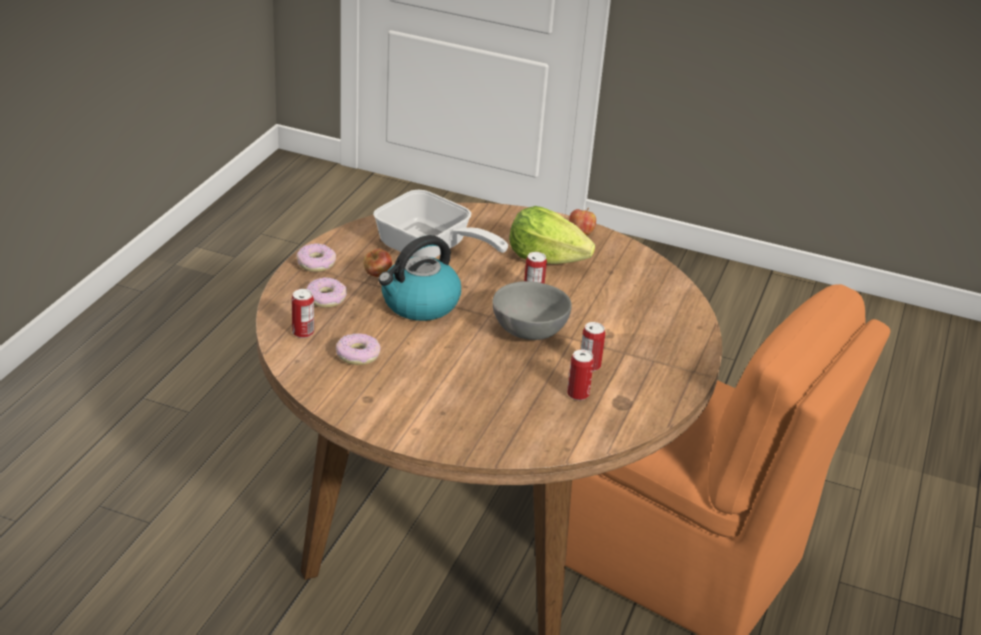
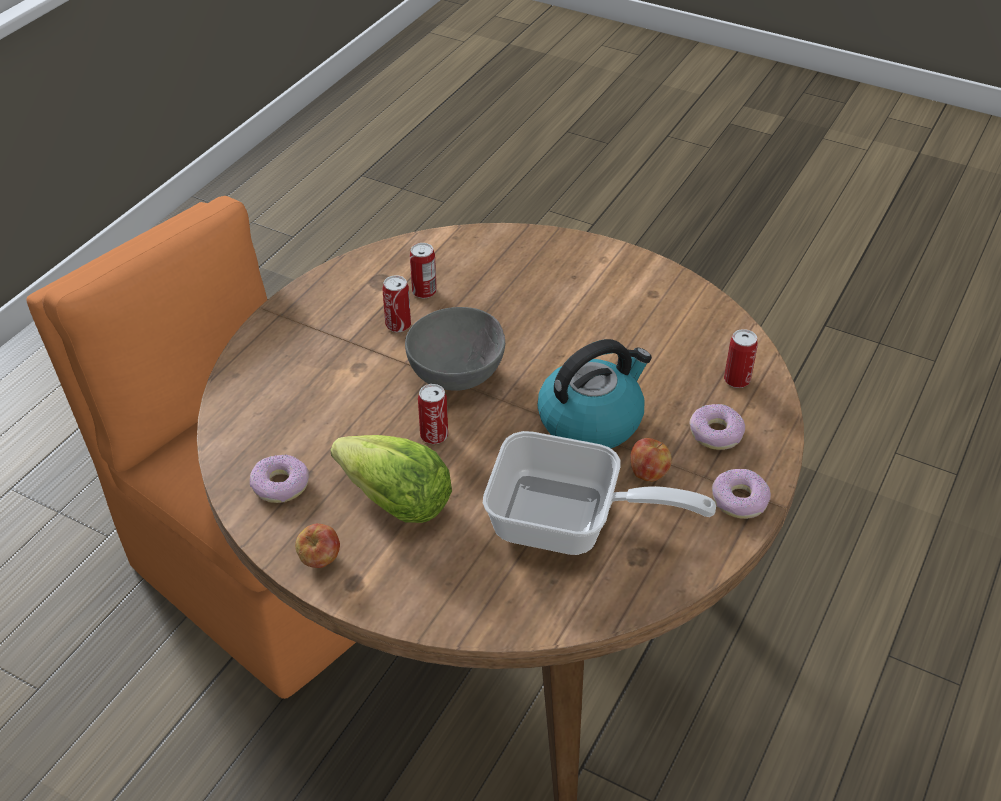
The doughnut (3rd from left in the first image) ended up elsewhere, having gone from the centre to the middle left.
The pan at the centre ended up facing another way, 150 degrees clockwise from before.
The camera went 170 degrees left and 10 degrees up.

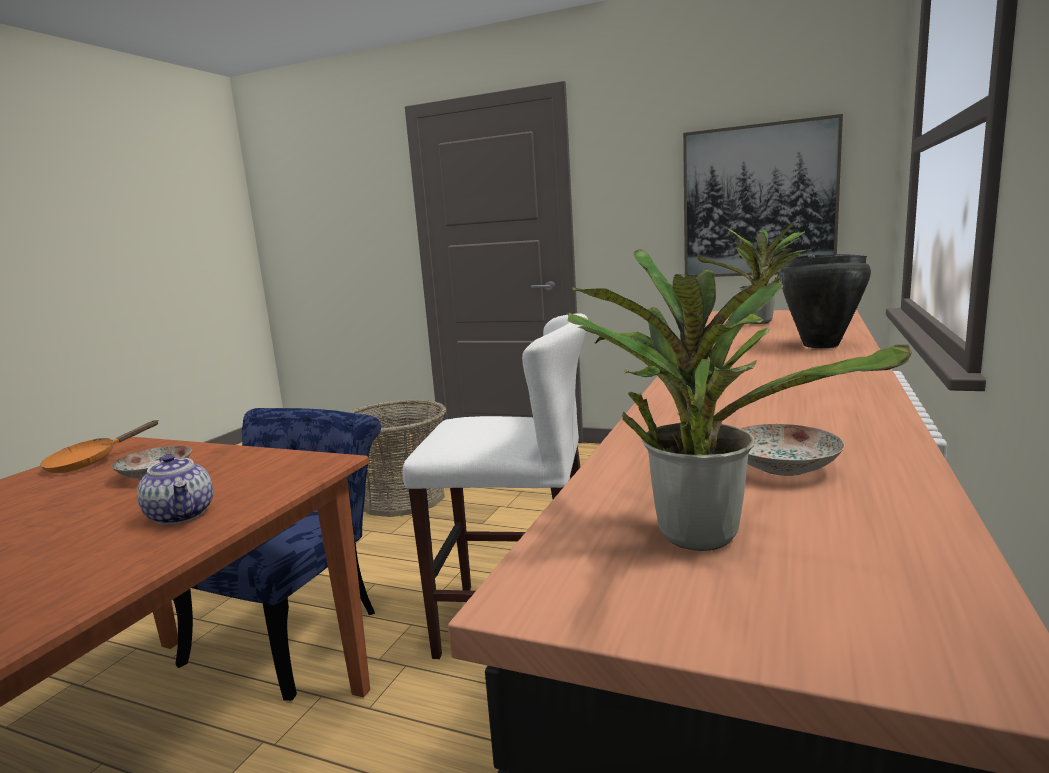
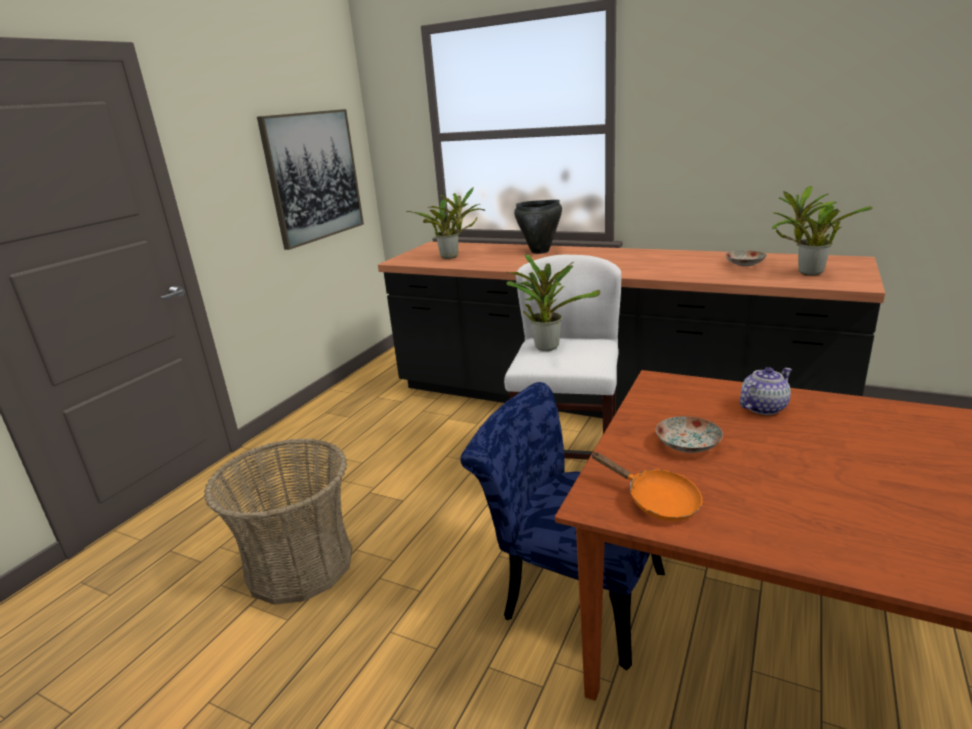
The second view gained the potted plant (2nd from left) at the centre.
The camera went 85 degrees left and 10 degrees up.

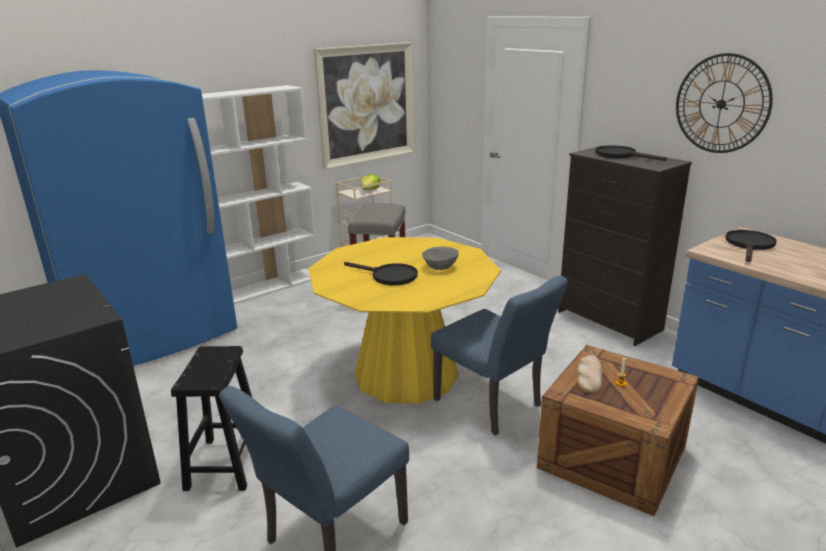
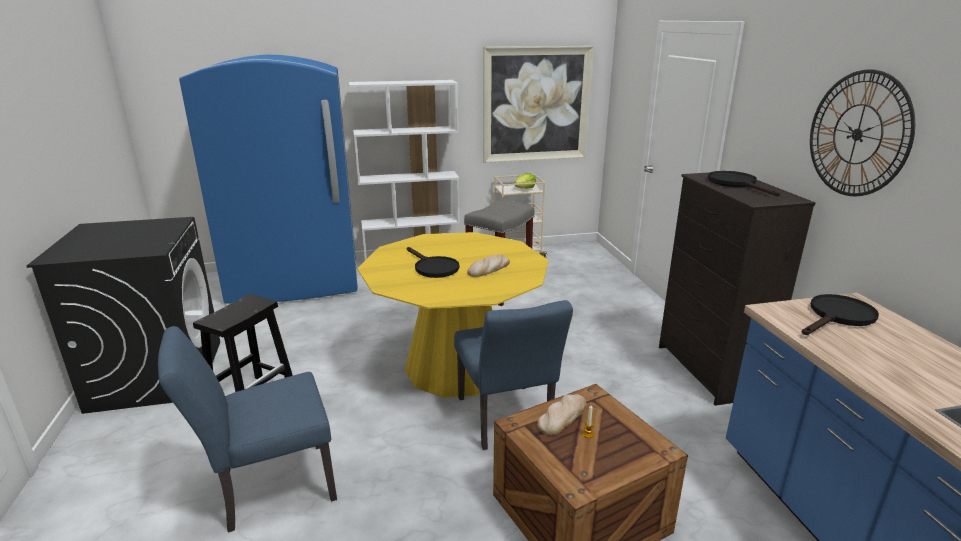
Where the bowl/gray stood at the centre, the baked bread (1st from left) came to stand at the centre.
The camera went 25 degrees right and 0 degrees up.

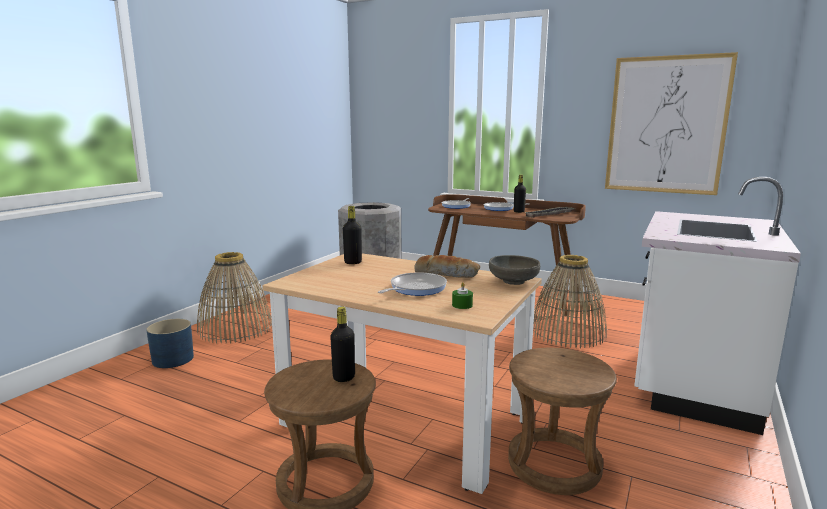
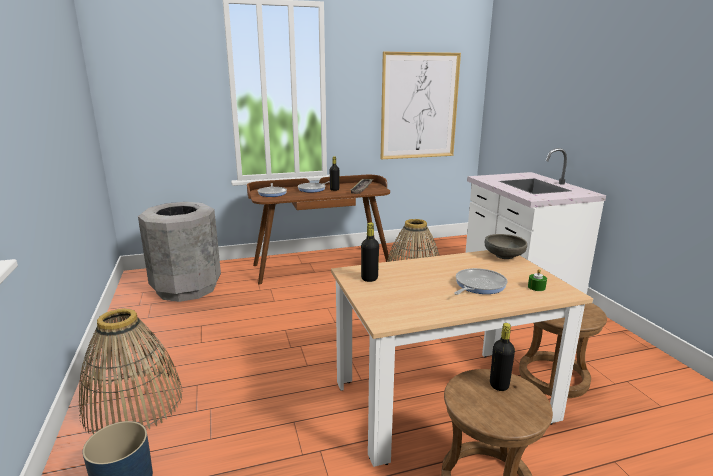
The pan (1st from left in the first image) at the centre ended up facing another way, 45 degrees clockwise from before.
The second view lost the baked bread at the centre.
The camera went 45 degrees left and 5 degrees up.

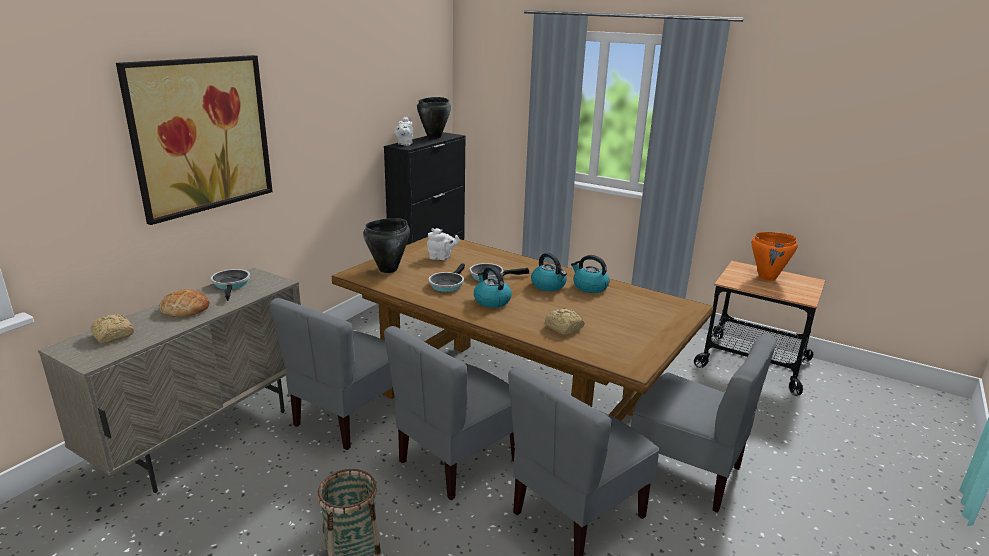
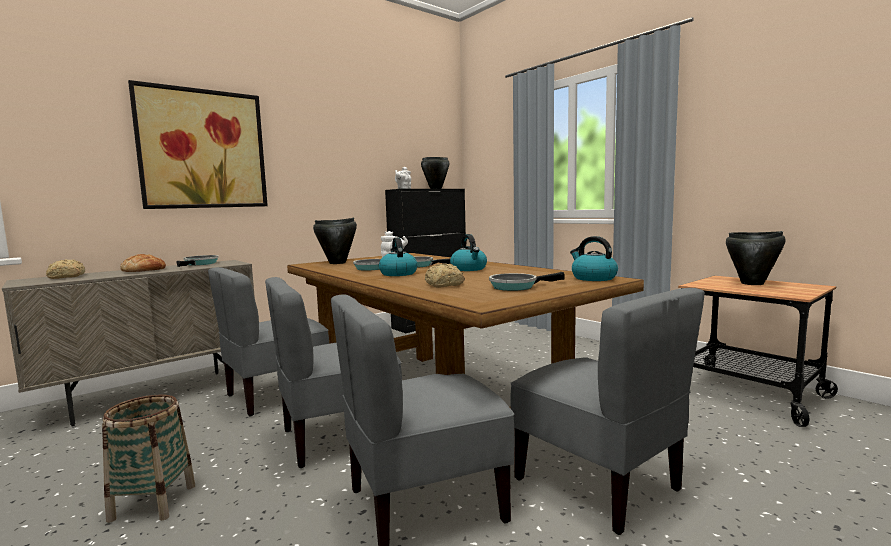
The second view gained the pan (4th from left) at the centre.
The water kettle (3rd from left) ended up elsewhere, having gone from the centre to the middle right.
What was the stockpot/orangey at the middle right turned into the stockpot/black (3rd from left) at the middle right.
The camera went 20 degrees right and 15 degrees down.

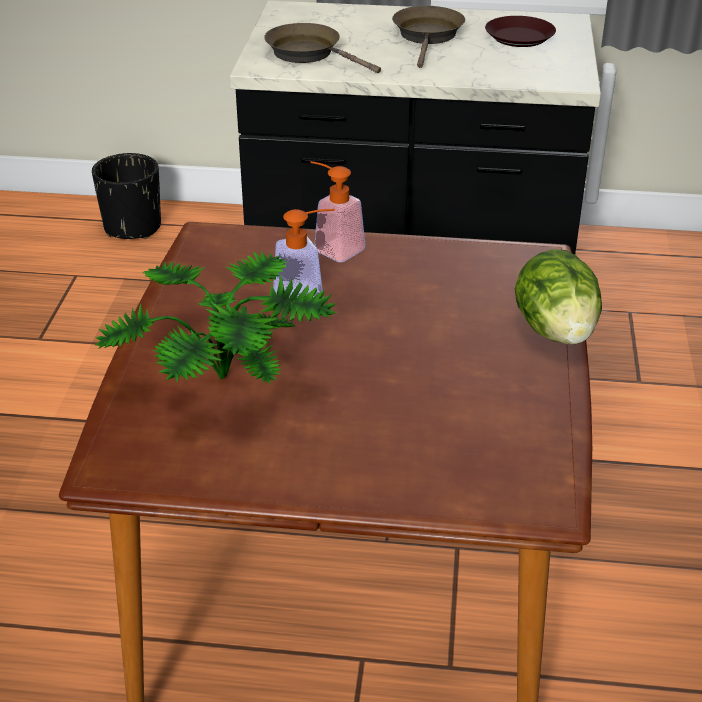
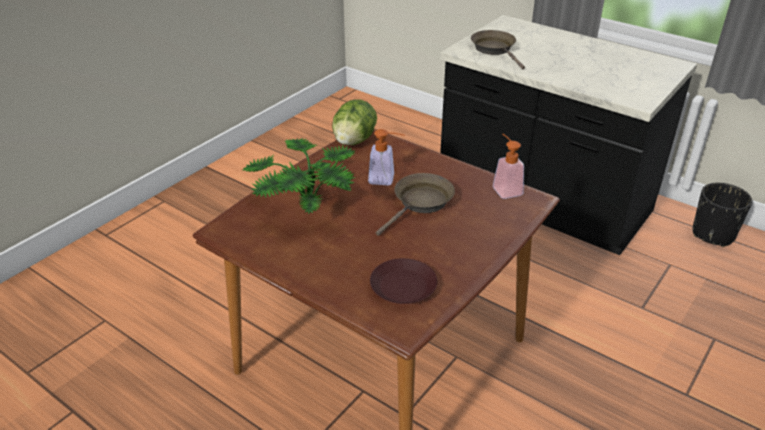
The lettuce ended up elsewhere, having gone from the middle right to the top centre.
The dinner plate/brown ended up elsewhere, having gone from the top right to the centre.
The pan/brown (2nd from left in the first image) ended up elsewhere, having gone from the top centre to the centre.
The soap bottle (2nd from left) ended up elsewhere, having gone from the top centre to the centre.
The planter/black ended up elsewhere, having gone from the top left to the middle right.
The camera went 30 degrees right and 0 degrees up.

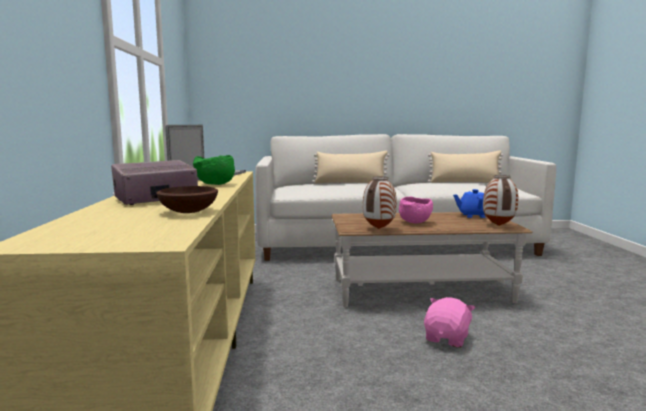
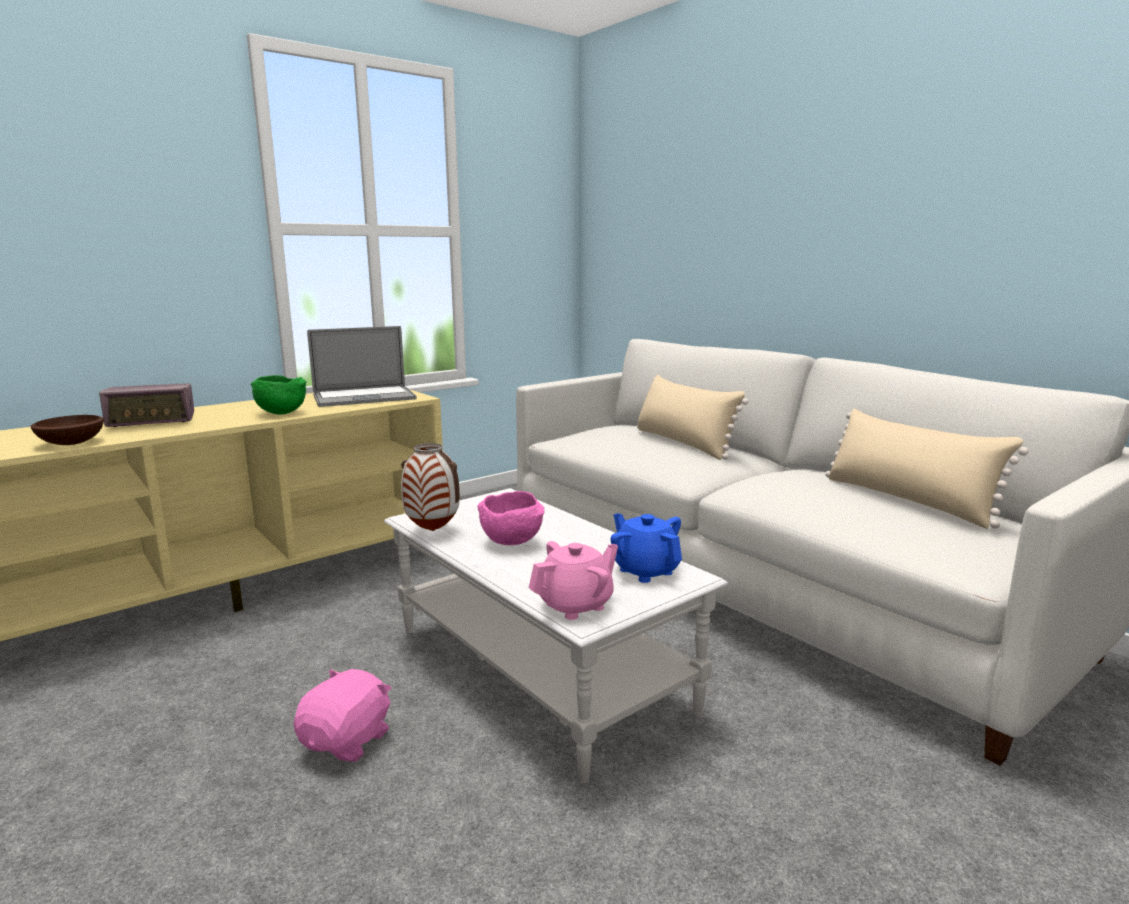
The radio at the middle left ended up facing another way, 135 degrees clockwise from before.
The soft toy/pink-coloured at the bottom right ended up facing another way, 60 degrees counterclockwise from before.
What was the coffee table/brown at the middle right turned into the coffee table/whitish at the bottom centre.
Where the flower vase (2nd from left) stood at the middle right, the pot for tea/pink-coloured came to stand at the centre.
The camera went 55 degrees right and 5 degrees up.

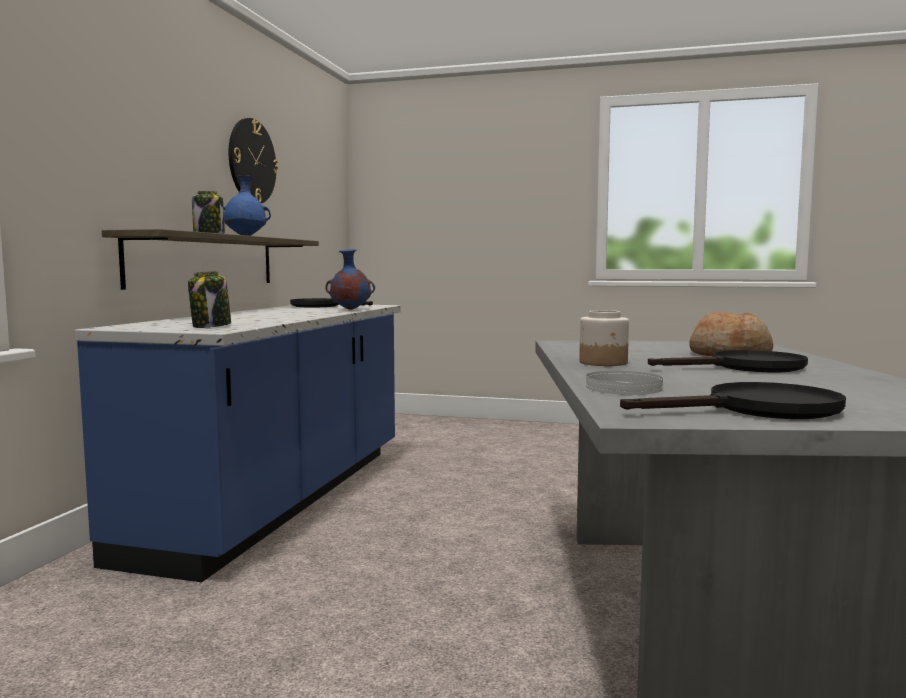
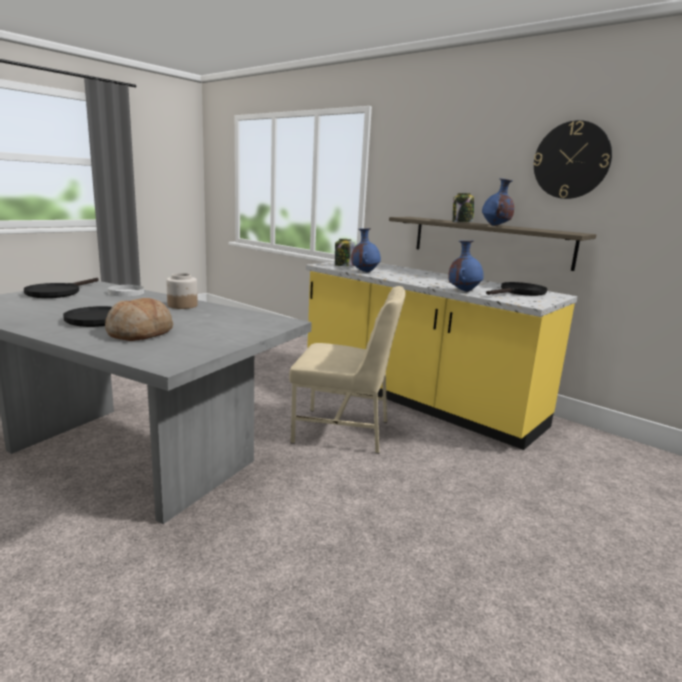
The second view gained the upright chair/beige at the centre.
What was the counter/blue at the middle left turned into the counter/yellow-coloured at the centre.
The second view gained the flower vase/blue (1st from left) at the centre.
The camera went 115 degrees right and 10 degrees up.

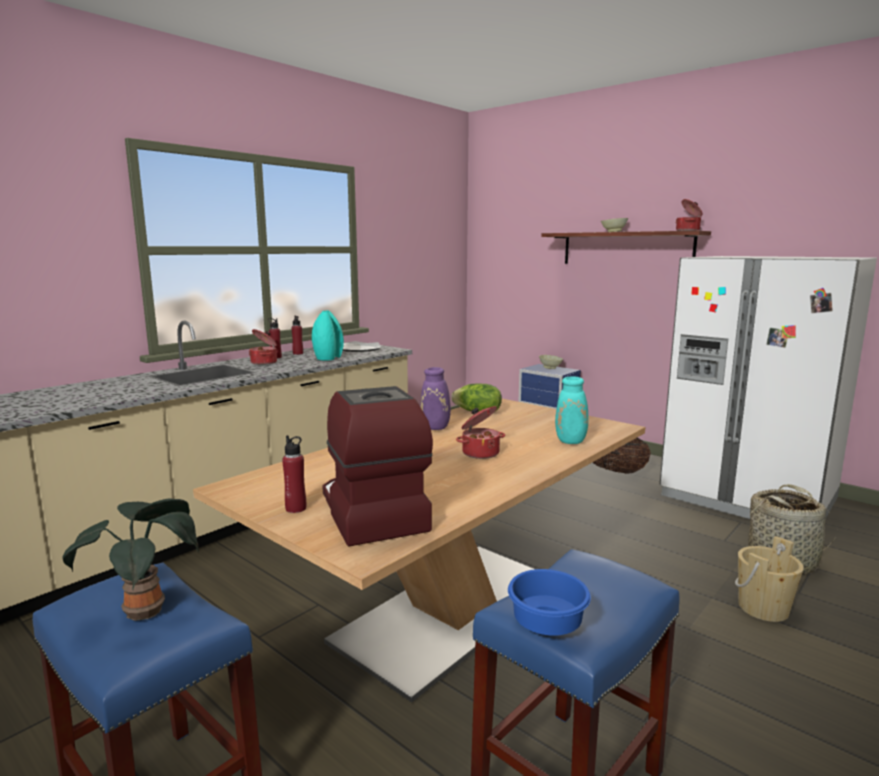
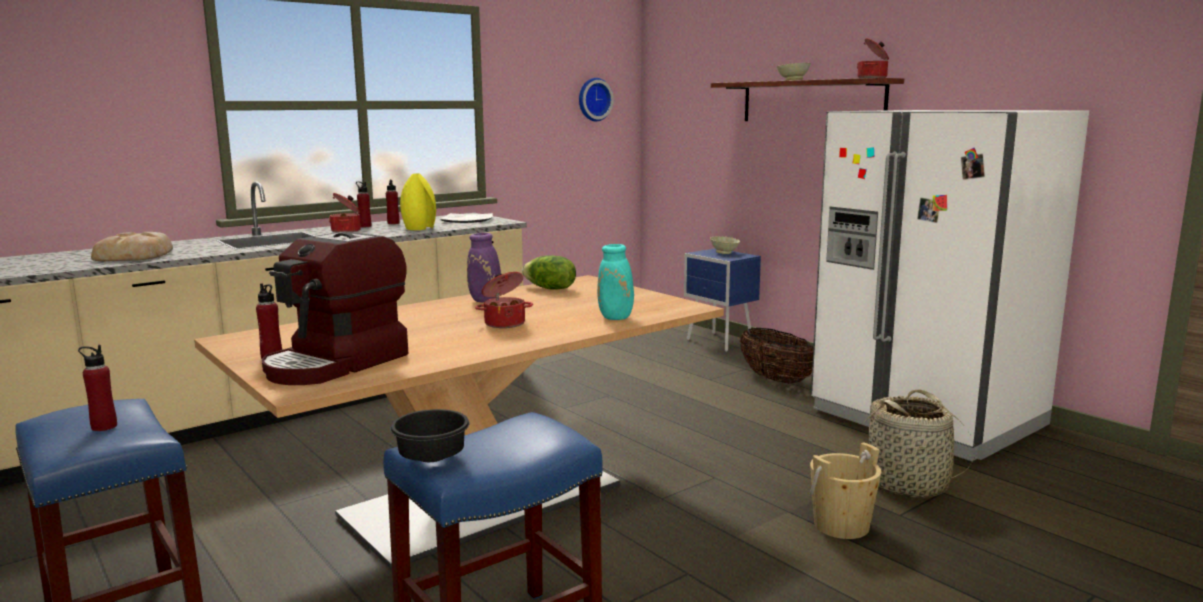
Where the potted plant stood at the bottom left, the beverage bottle/red-coloured (1st from left) came to stand at the middle left.
The second view gained the baked bread at the middle left.
The coffee machine at the centre ended up facing another way, 135 degrees counterclockwise from before.
What was the bowl/blue at the bottom centre turned into the bowl/black at the bottom centre.
What was the flower vase/turquoise-coloured (1st from left) at the centre turned into the flower vase/yellow-coloured at the centre.
The second view gained the wall clock at the top centre.
The camera went 10 degrees right and 0 degrees up.

